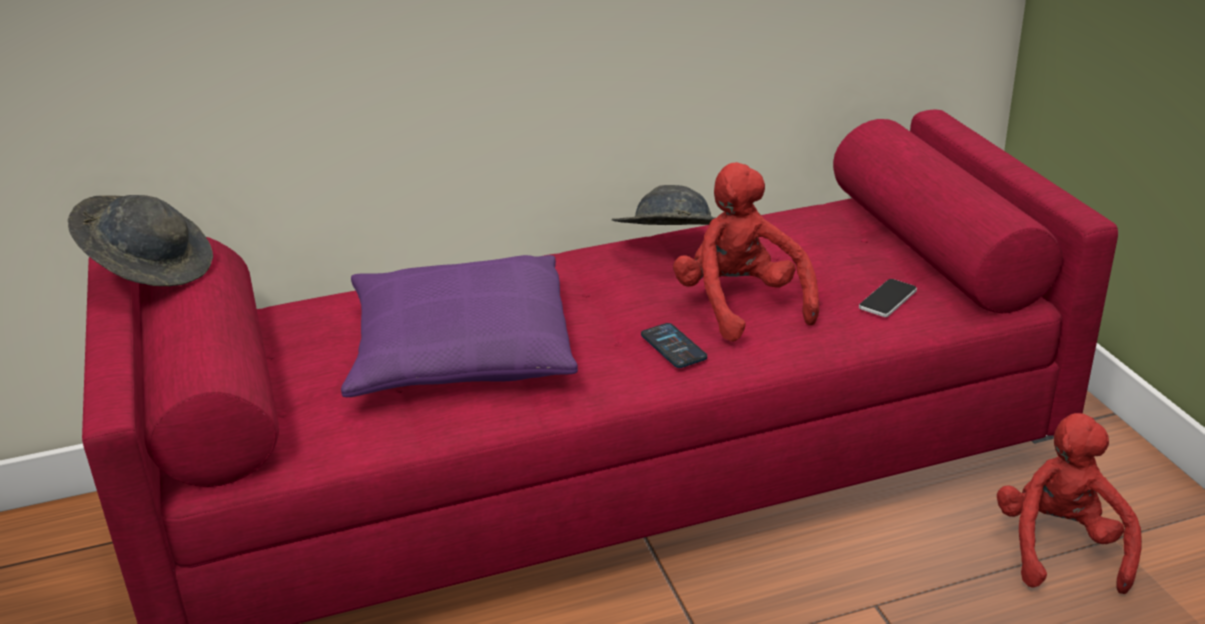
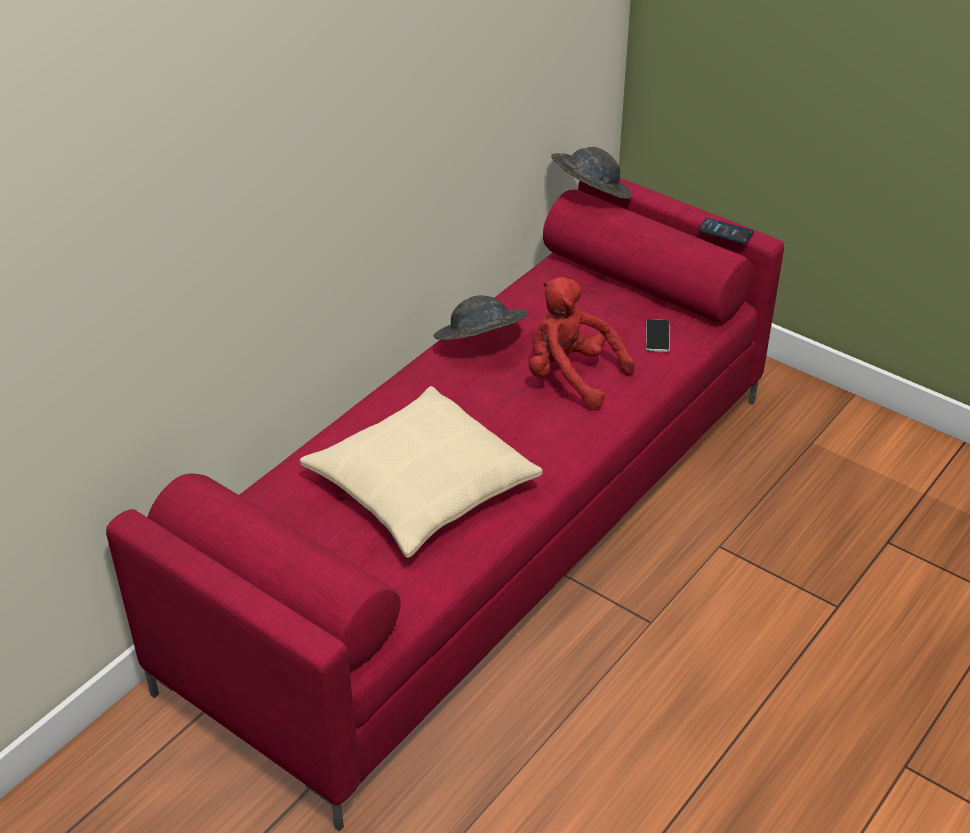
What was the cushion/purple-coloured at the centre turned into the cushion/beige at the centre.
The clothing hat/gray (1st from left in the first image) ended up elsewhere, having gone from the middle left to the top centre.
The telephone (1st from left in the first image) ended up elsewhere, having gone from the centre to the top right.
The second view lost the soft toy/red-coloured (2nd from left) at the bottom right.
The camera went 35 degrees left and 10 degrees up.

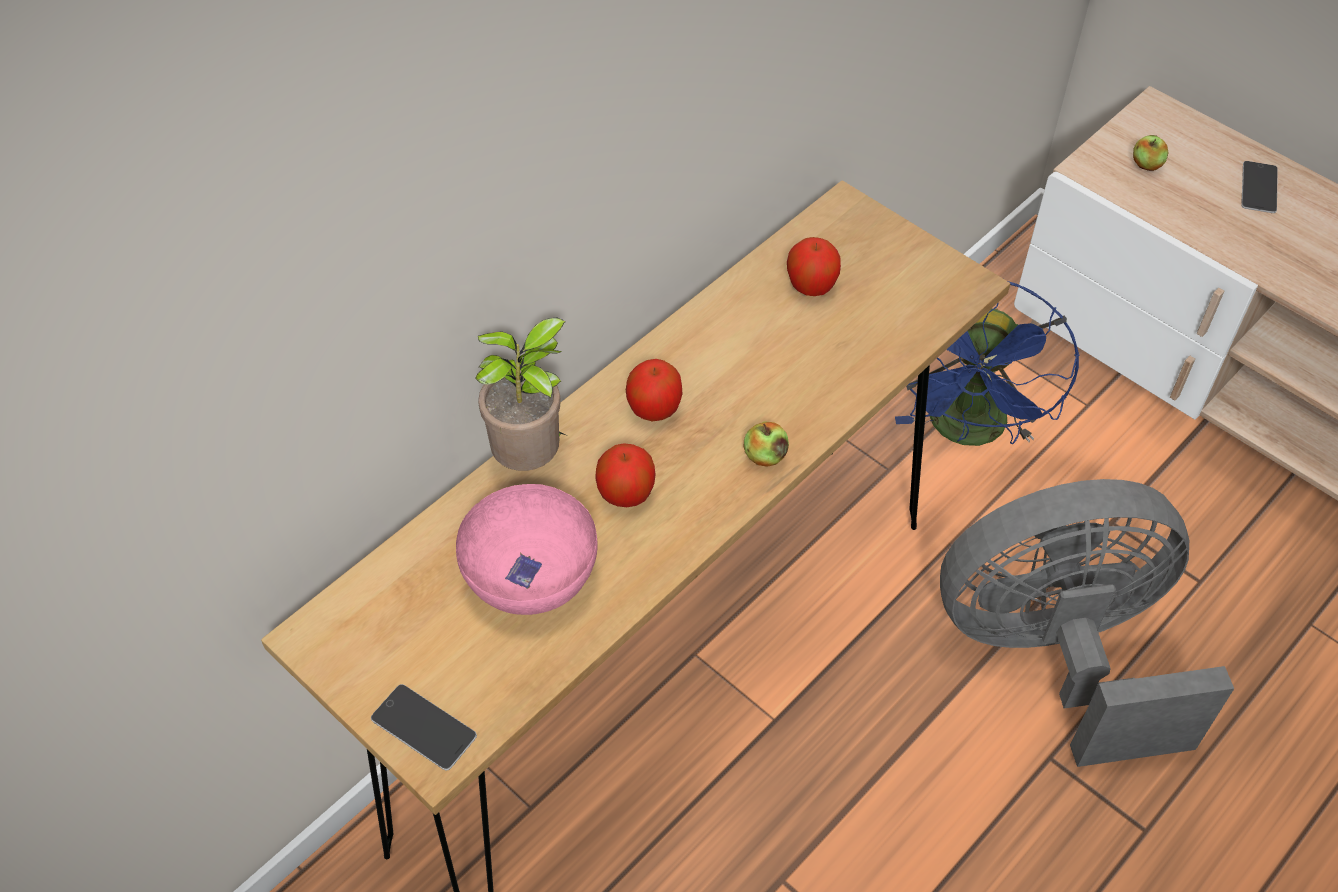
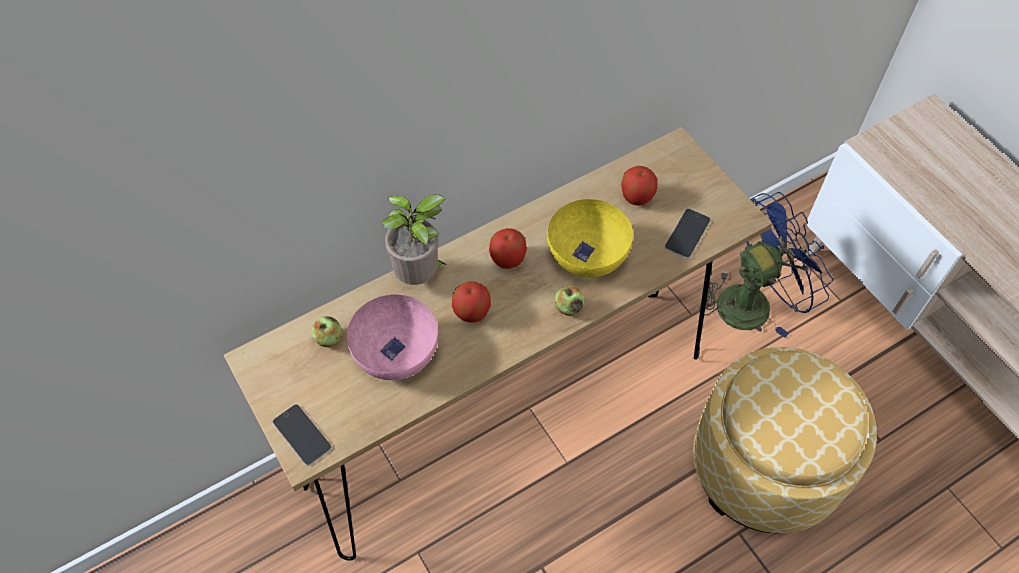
The apple (5th from left in the first image) ended up elsewhere, having gone from the top right to the middle left.
The second view gained the bowl/yellow-coloured at the centre.
The telephone (2nd from left) ended up elsewhere, having gone from the top right to the middle right.
Where the electric fan/gray stood at the bottom right, the pouffe came to stand at the bottom right.
The electric fan/blue at the middle right ended up facing another way, 150 degrees counterclockwise from before.
The camera went 15 degrees right and 5 degrees up.

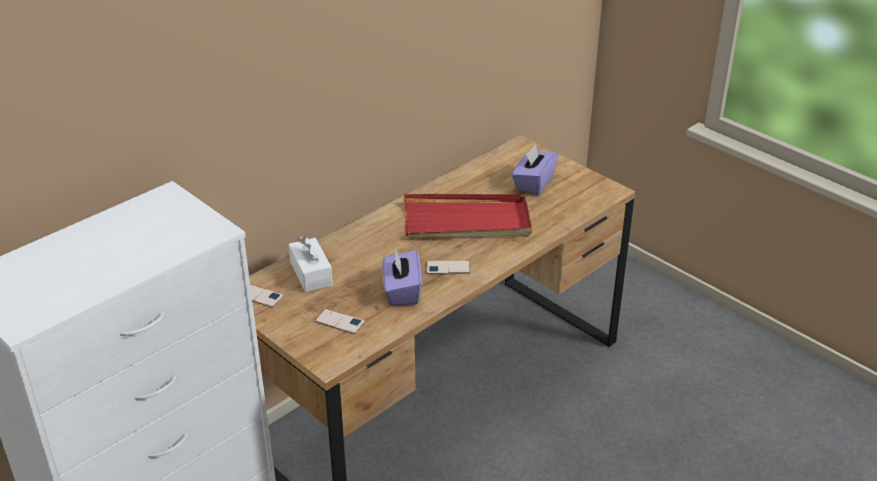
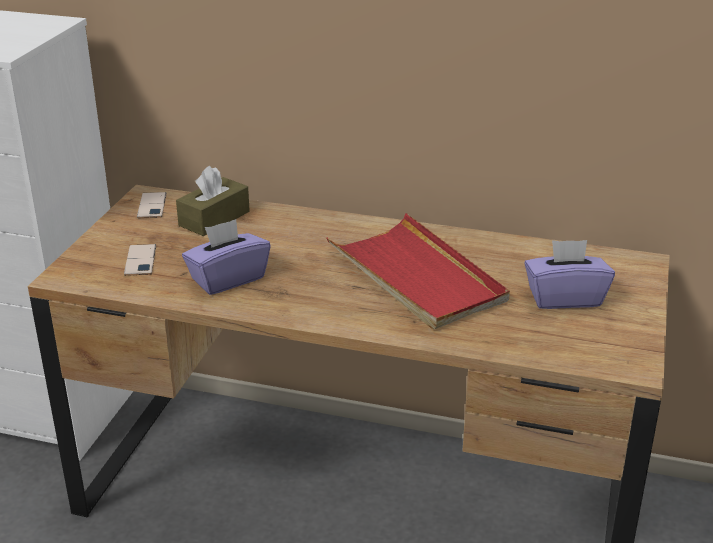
What was the tissue holder/whitish at the centre turned into the tissue holder/brown at the middle left.
The second view lost the telephone (3rd from left) at the centre.
The camera went 60 degrees right and 5 degrees down.

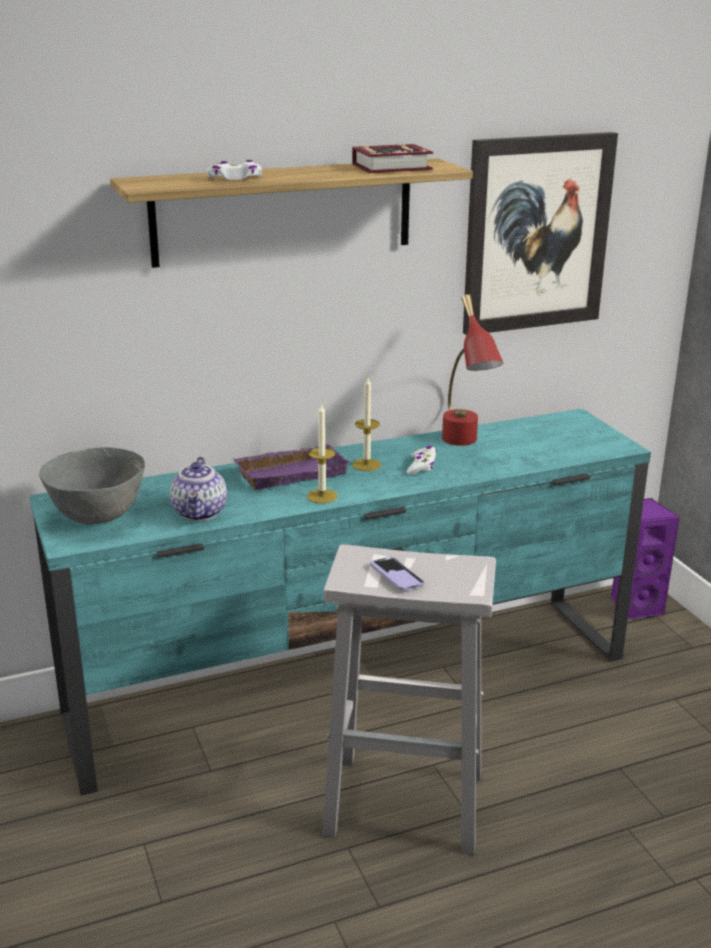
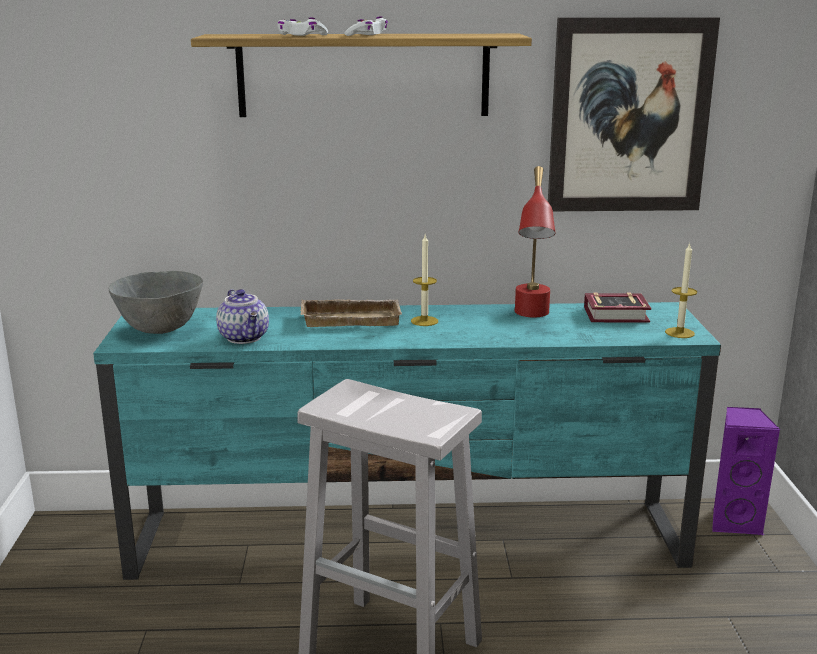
The pot for tea at the middle left ended up facing another way, 45 degrees counterclockwise from before.
What was the carrying tray/purple-coloured at the centre turned into the carrying tray/beige at the centre.
The joypad/whitish (2nd from left) ended up elsewhere, having gone from the centre to the top centre.
The book ended up elsewhere, having gone from the top centre to the middle right.
The candle (1st from left in the first image) ended up elsewhere, having gone from the centre to the middle right.
The second view lost the telephone at the centre.
The camera went 20 degrees right and 5 degrees down.

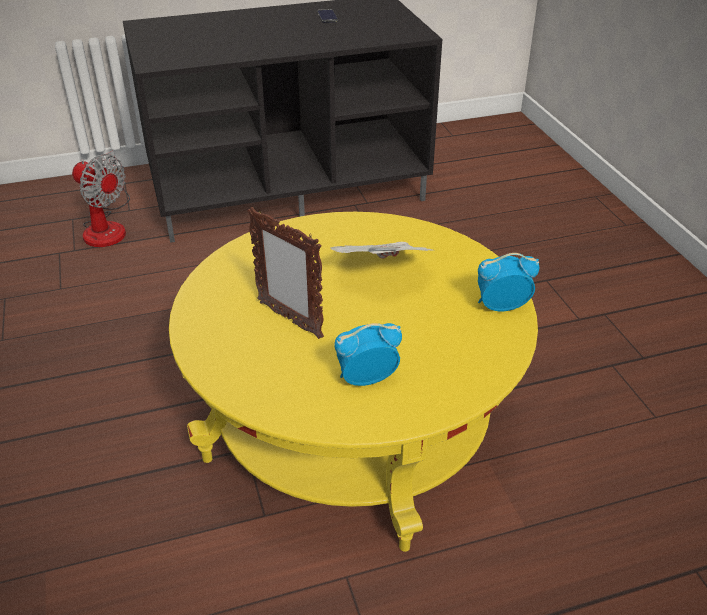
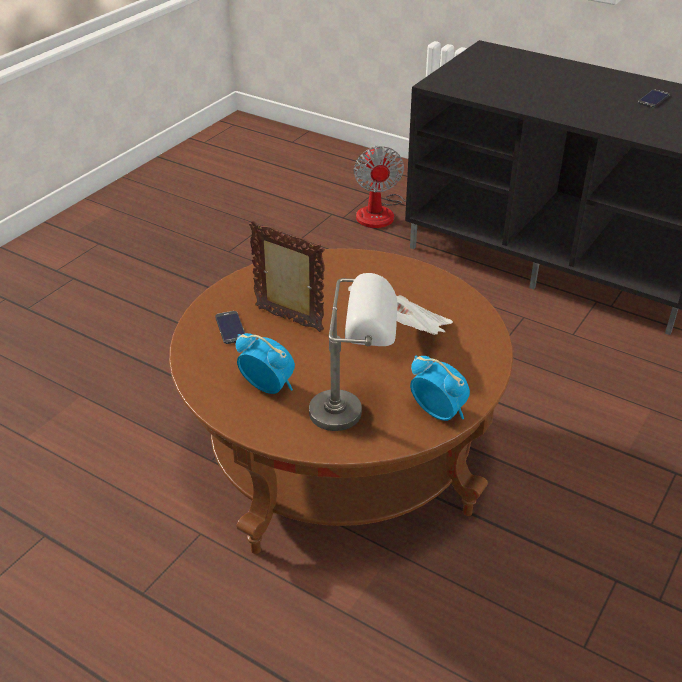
What was the coffee table/yellow-coloured at the centre turned into the coffee table/brown at the centre.
The second view gained the telephone (1st from left) at the centre.
The standing frame at the centre ended up facing another way, 120 degrees clockwise from before.
The second view gained the table lamp/gray at the centre.
The camera went 50 degrees right and 0 degrees up.

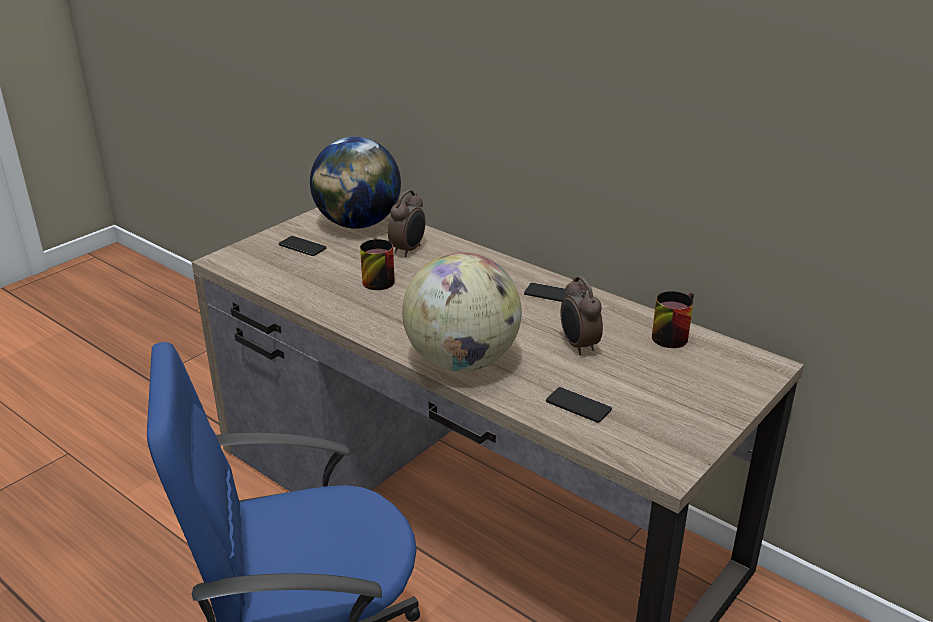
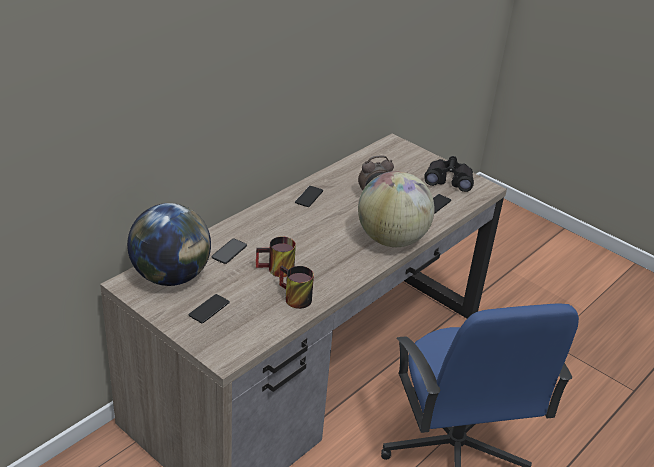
Where the bedside clock (1st from left) stood at the centre, the telephone (2nd from left) came to stand at the centre.
The mug (2nd from left) ended up elsewhere, having gone from the middle right to the centre.
The second view gained the binoculars/black at the middle right.
The camera went 90 degrees left and 5 degrees up.

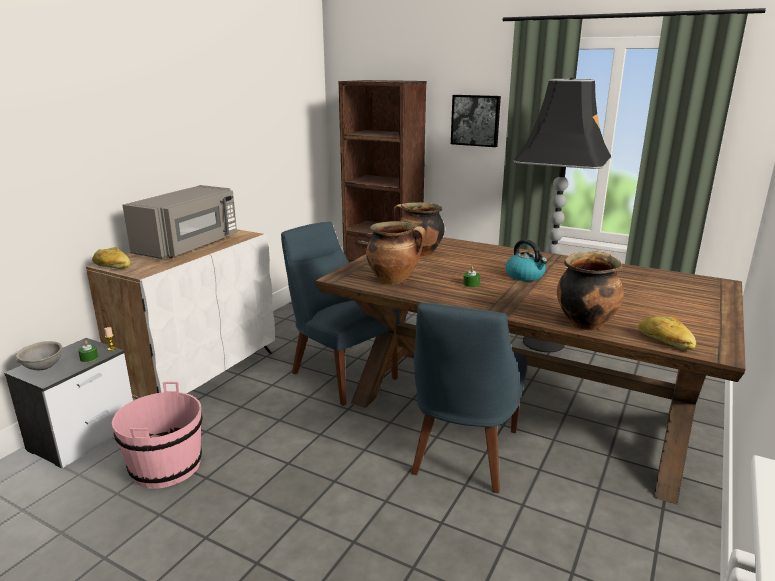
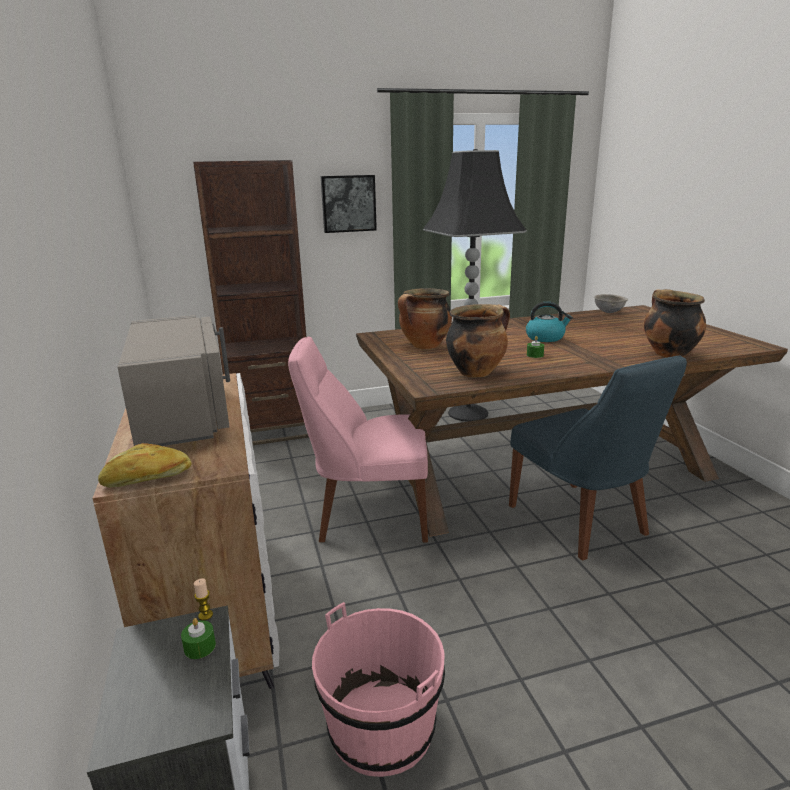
What was the upright chair/blue (1st from left) at the centre turned into the upright chair/pink-coloured at the centre.
The bowl/gray ended up elsewhere, having gone from the middle left to the middle right.
The second view lost the baked bread (2nd from left) at the middle right.
The camera went 45 degrees left and 0 degrees up.

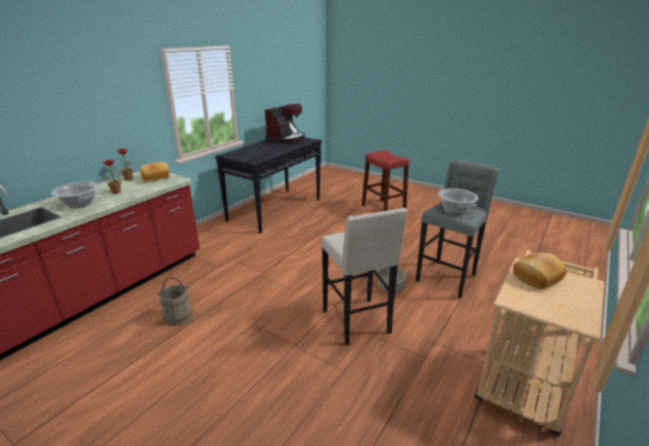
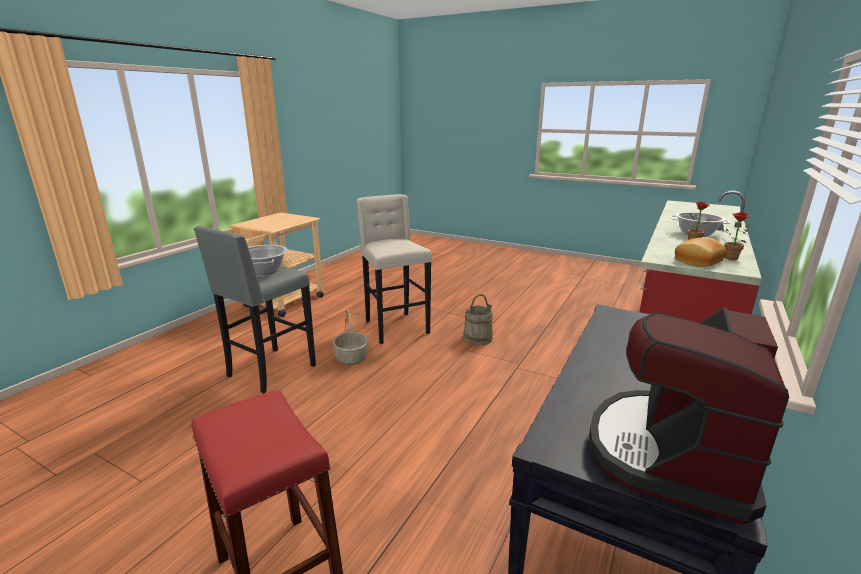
The bucket/beige ended up elsewhere, having gone from the bottom left to the centre.
The second view lost the baked bread (2nd from left) at the middle right.
The camera went 175 degrees right and 5 degrees down.

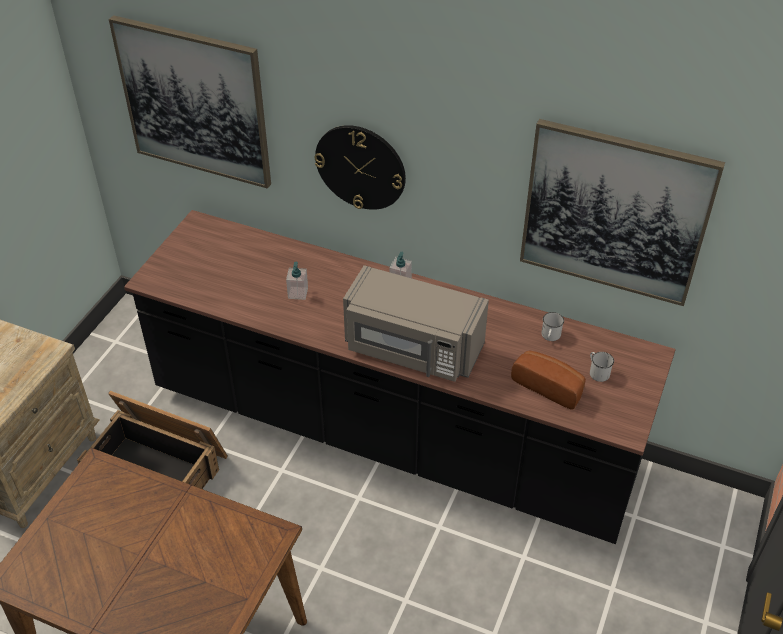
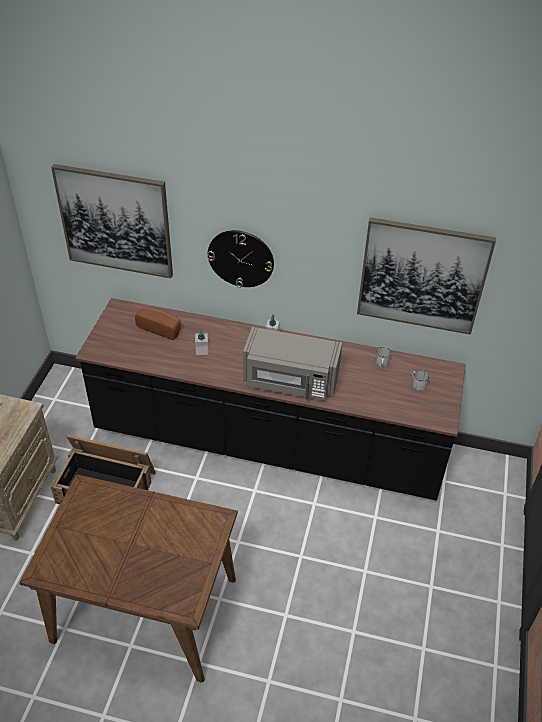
The baked bread ended up elsewhere, having gone from the middle right to the middle left.
The camera went 10 degrees left and 0 degrees up.

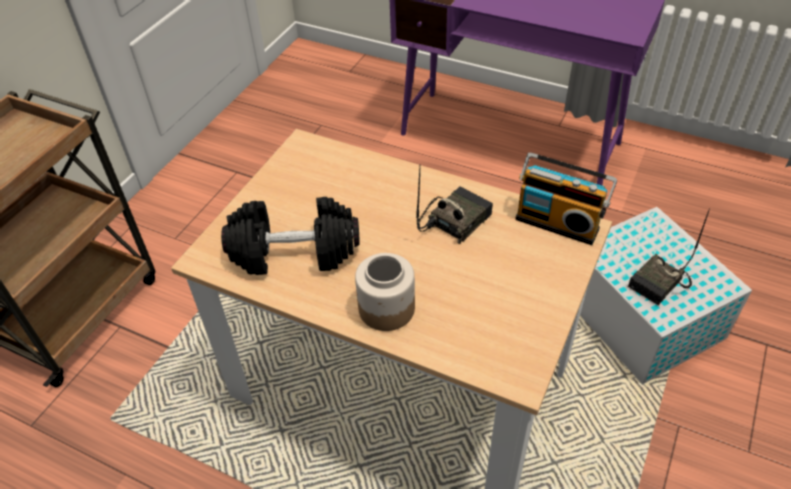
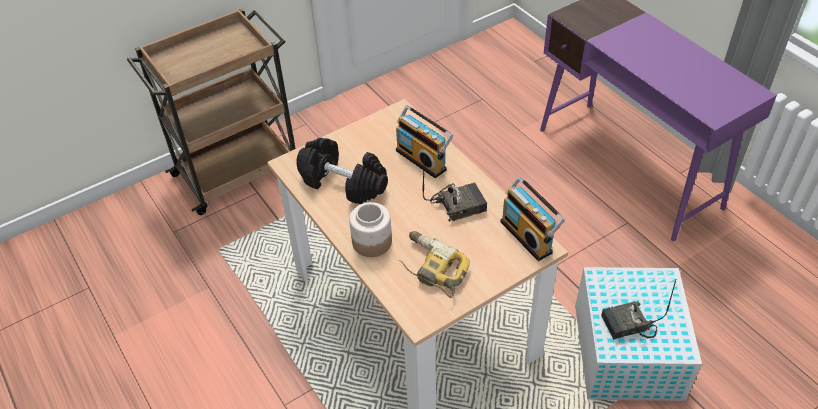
The second view gained the radio (1st from left) at the centre.
The second view gained the power drill at the centre.
The camera went 30 degrees right and 0 degrees up.

